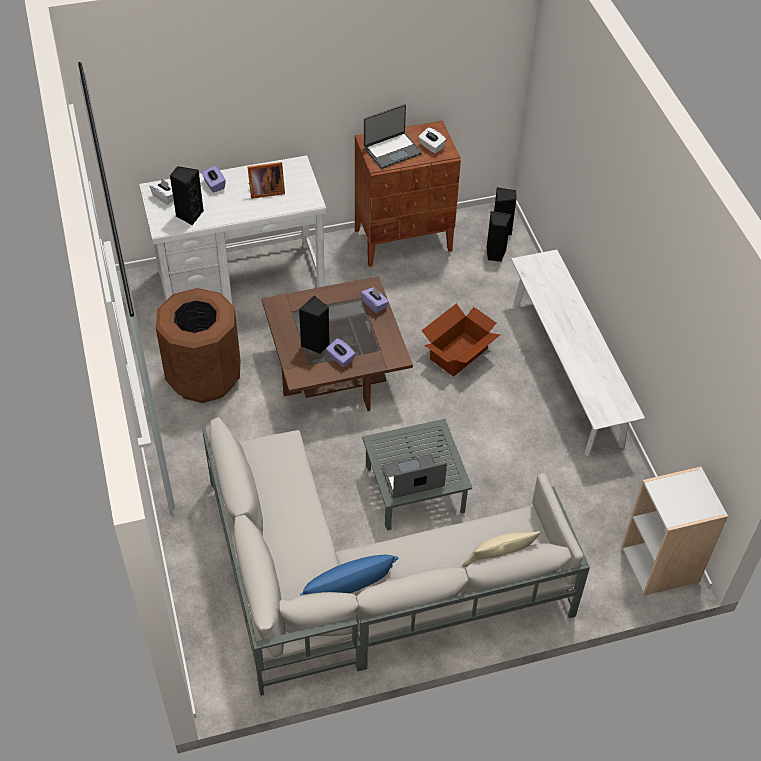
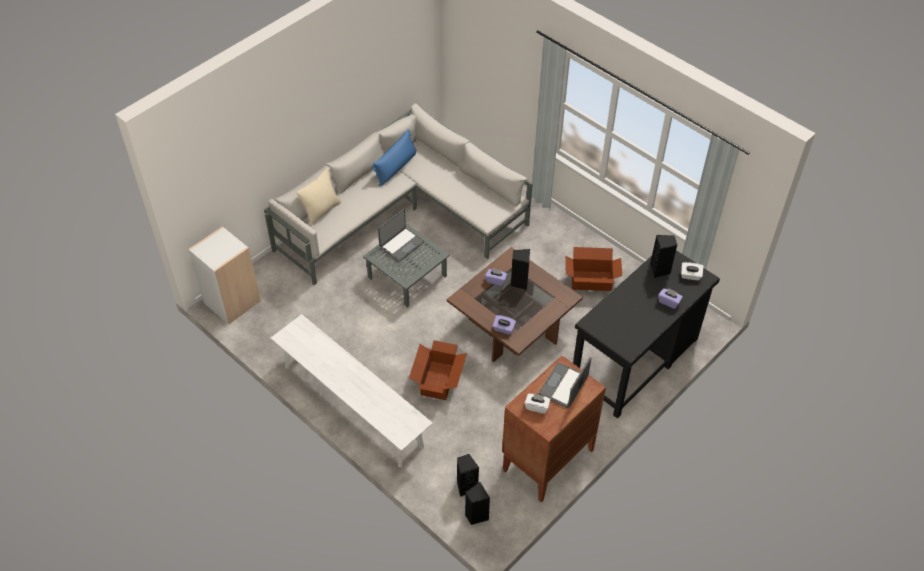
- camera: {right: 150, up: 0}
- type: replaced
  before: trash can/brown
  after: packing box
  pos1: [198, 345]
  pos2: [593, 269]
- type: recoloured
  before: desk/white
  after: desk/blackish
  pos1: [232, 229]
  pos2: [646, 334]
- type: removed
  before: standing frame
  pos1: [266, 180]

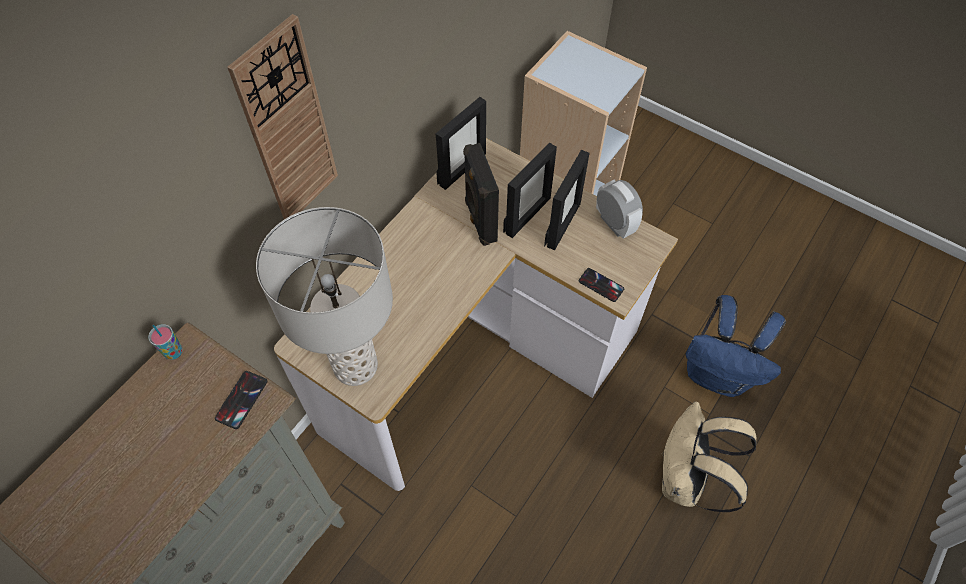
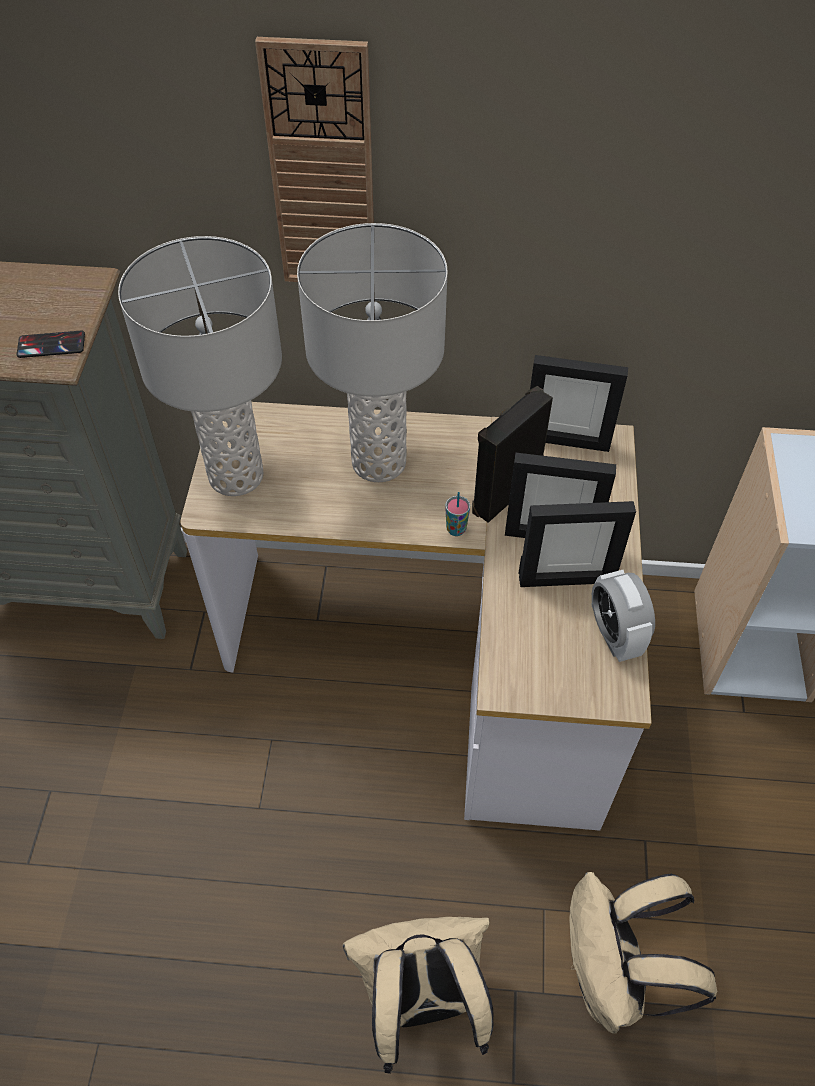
- camera: {right: 60, up: -5}
- type: added
  after: table lamp/white
  pos2: [372, 352]
- type: moved
  before: drinking cup
  pos1: [165, 341]
  pos2: [457, 514]
- type: recoloured
  before: backpack/blue
  after: backpack/beige-coloured
  pos1: [735, 346]
  pos2: [643, 953]
- type: turned
  before: alarm clock
  pos1: [619, 209]
  pos2: [623, 616]
  turn: 135
- type: removed
  before: handset
  pos1: [601, 285]

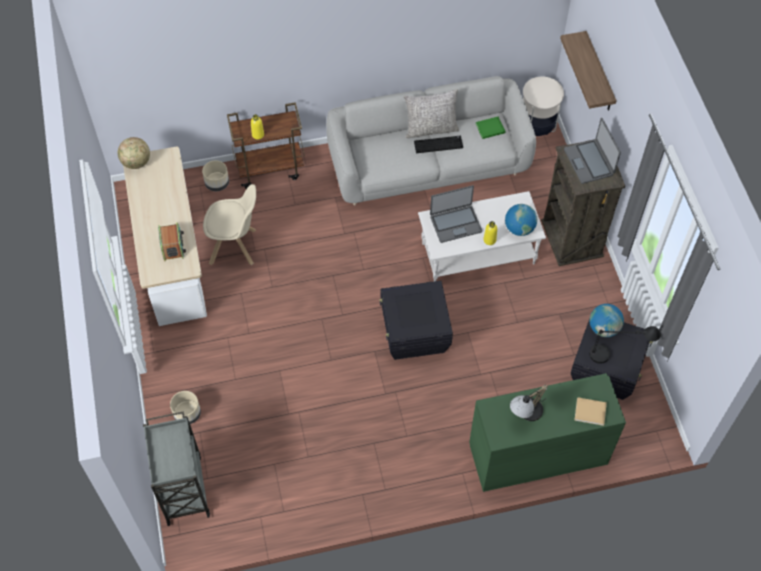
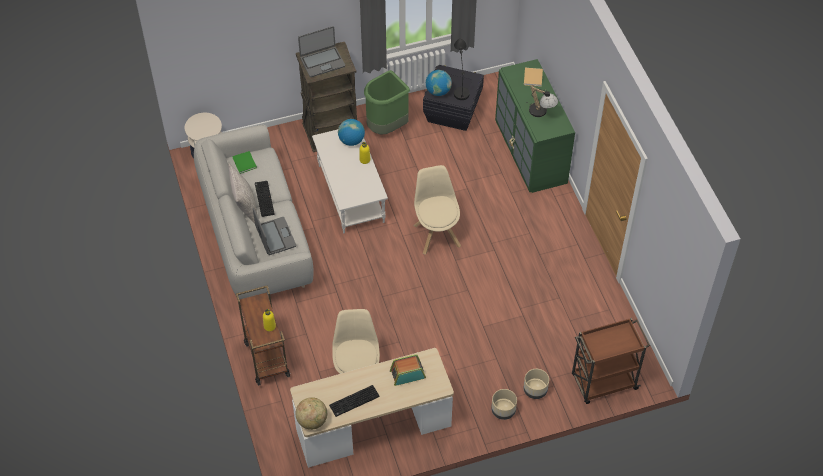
- camera: {right: -95, up: -5}
- type: moved
  before: portable computer
  pos1: [456, 214]
  pos2: [274, 231]
- type: added
  after: computer keyboard
  pos2: [354, 401]
- type: added
  after: trash can/green
  pos2: [387, 102]
- type: replaced
  before: storage box/blackish
  after: plain chair/beige-coloured
  pos1: [416, 320]
  pos2: [437, 210]
- type: moved
  before: plant pot/beige-coloured
  pos1: [215, 176]
  pos2: [504, 404]
- type: recoloured
  before: wheeled cart/grey
  after: wheeled cart/brown
  pos1: [176, 468]
  pos2: [611, 361]
- type: removed
  before: bracket shelf
  pos1: [588, 70]

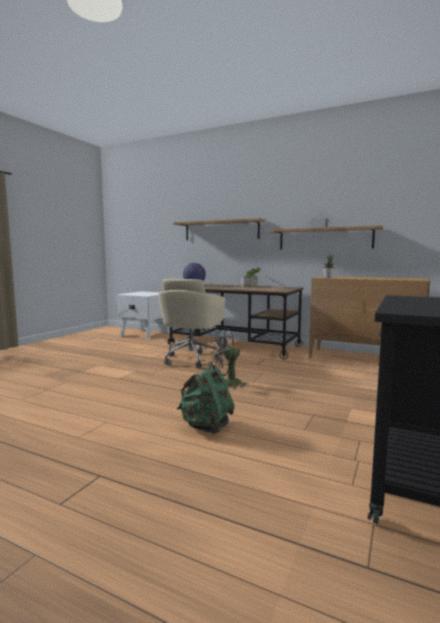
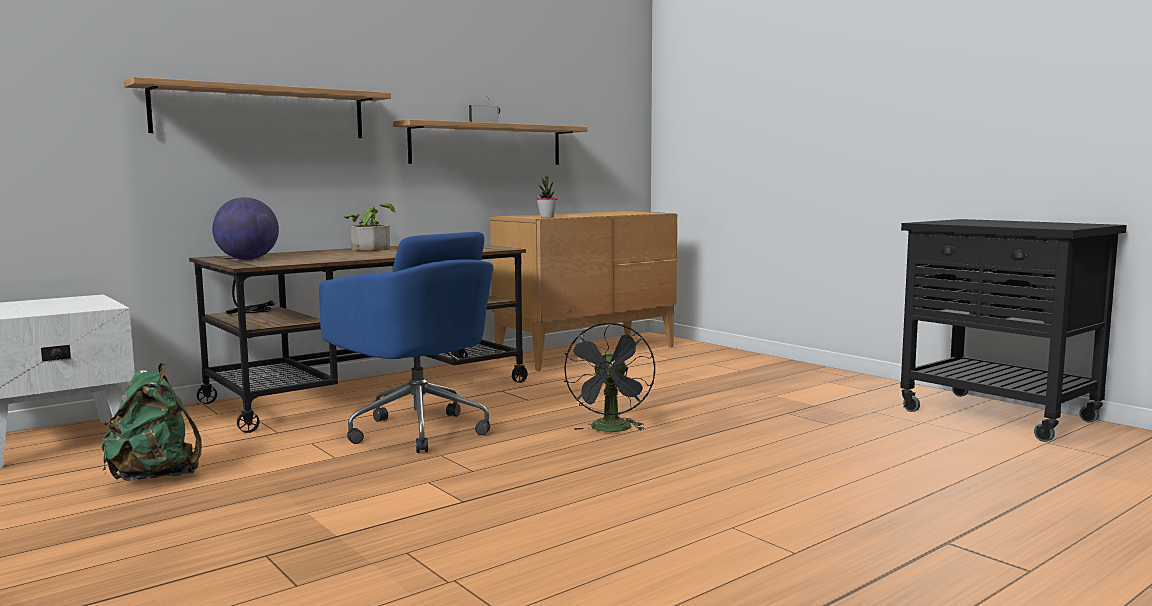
- camera: {right: -65, up: 0}
- type: moved
  before: backpack/green
  pos1: [206, 399]
  pos2: [152, 422]
- type: recoloured
  before: office chair/beige-coloured
  after: office chair/blue
  pos1: [191, 323]
  pos2: [406, 342]

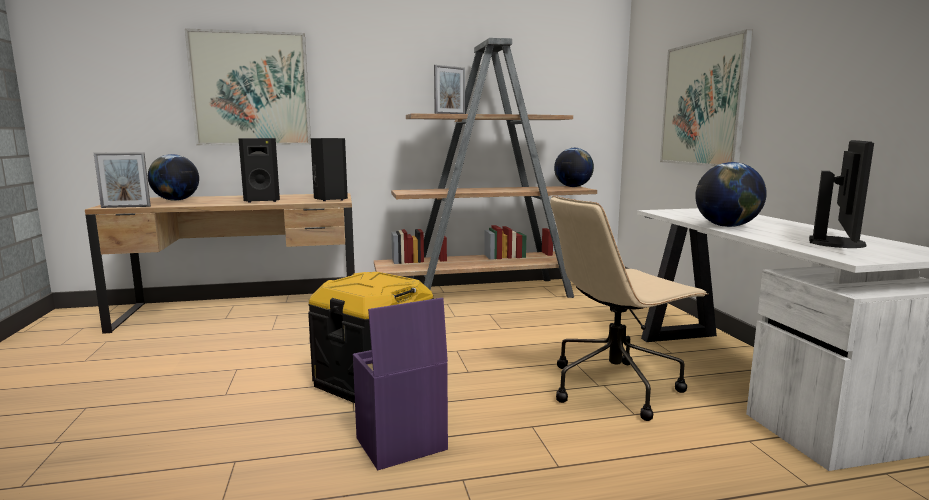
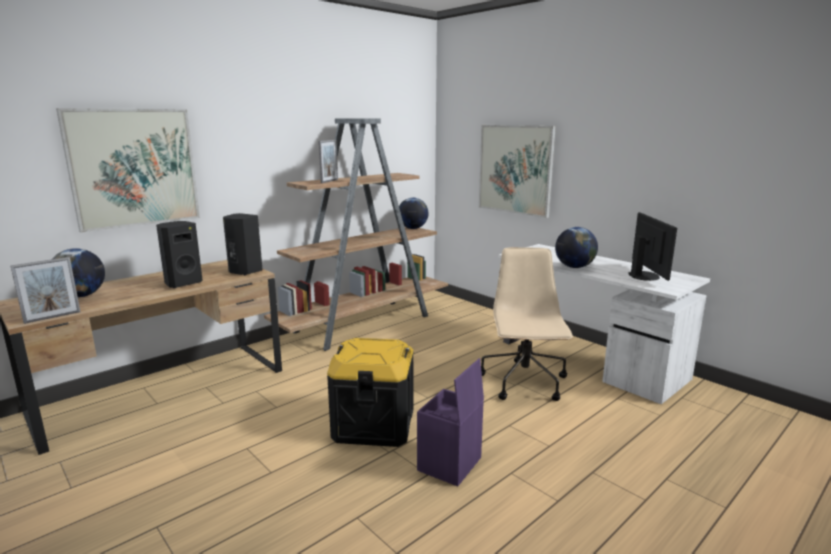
- camera: {right: -30, up: 5}
- type: turned
  before: office chair/beige-coloured
  pos1: [629, 308]
  pos2: [527, 324]
  turn: 150

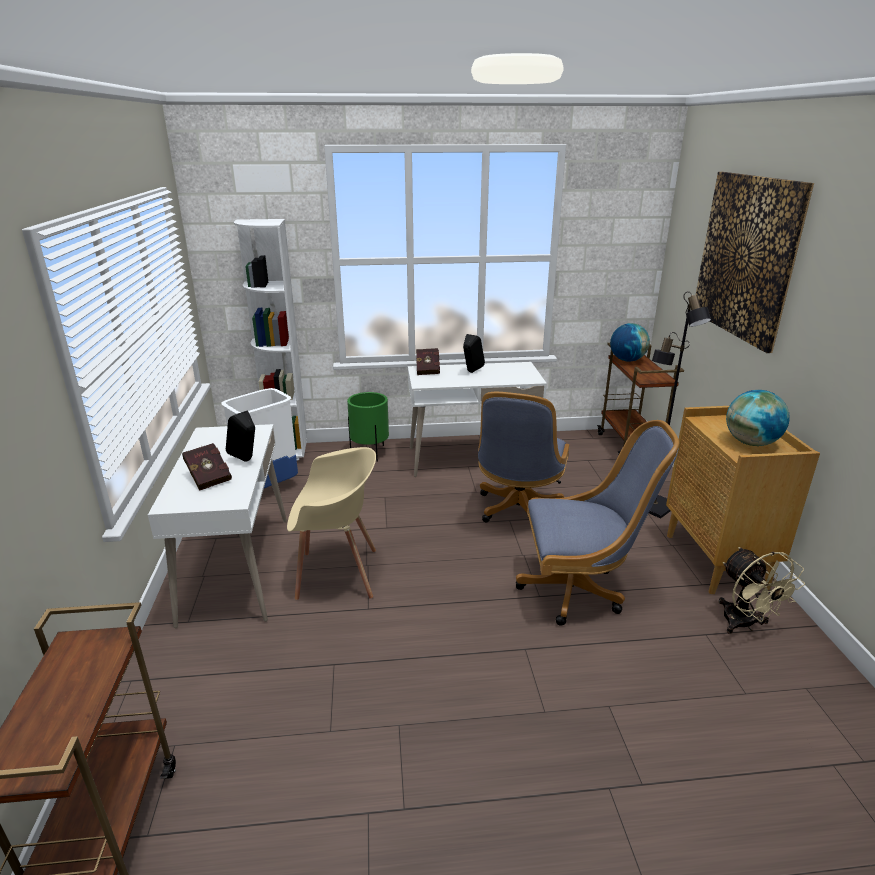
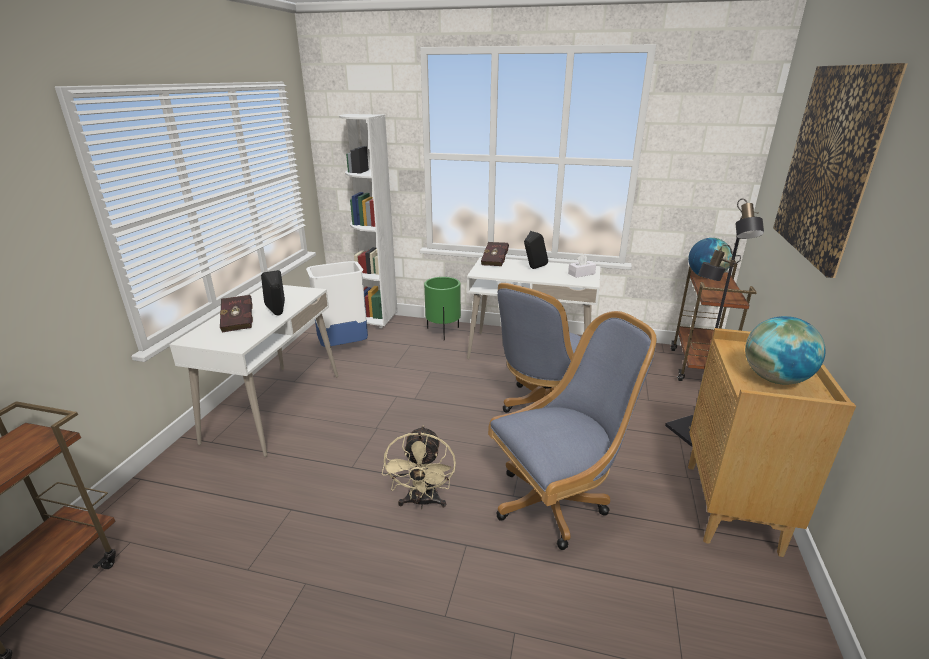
- camera: {right: 20, up: 0}
- type: moved
  before: fan/beige-coloured
  pos1: [762, 590]
  pos2: [419, 467]
- type: turned
  before: office chair/blue
  pos1: [597, 523]
  pos2: [572, 430]
  turn: -45
- type: added
  after: box of tissues/white
  pos2: [582, 266]
- type: removed
  before: plain chair/beige-coloured
  pos1: [331, 523]

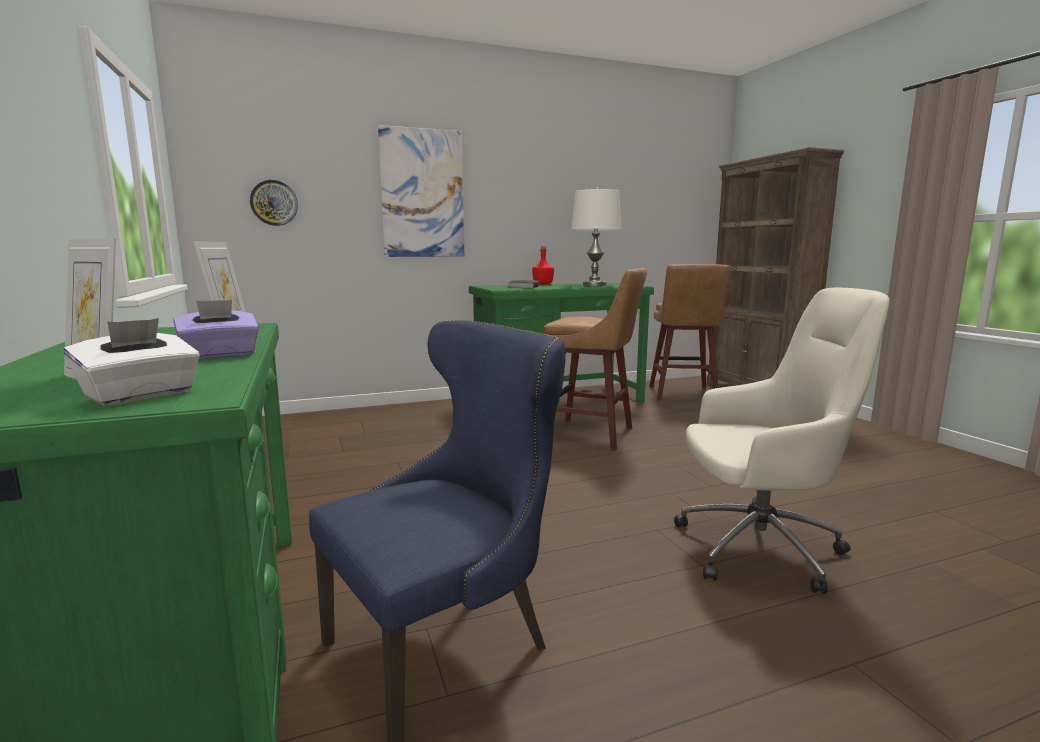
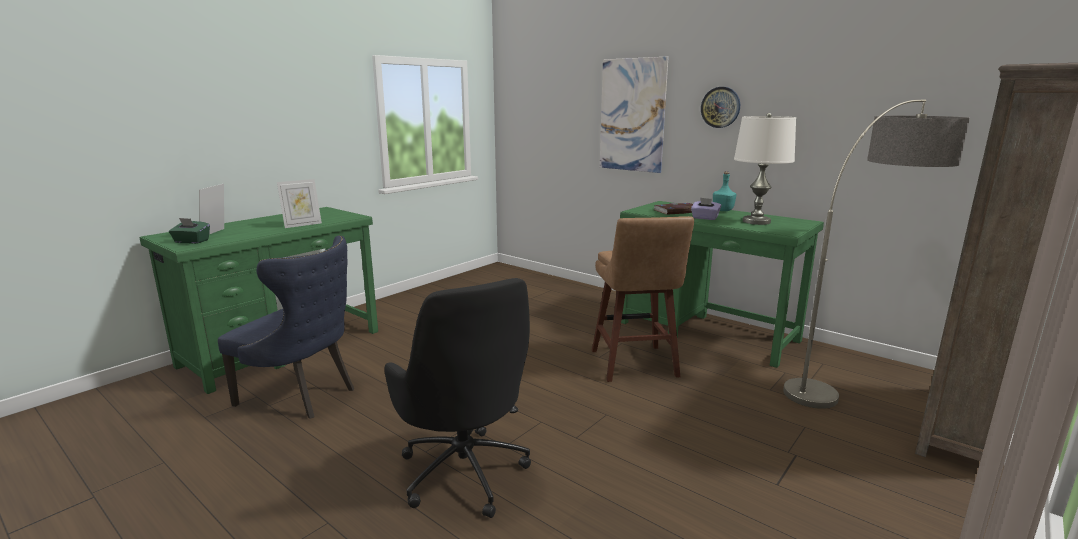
- camera: {right: 60, up: 5}
- type: recoloured
  before: box of tissues/white
  after: box of tissues/green
  pos1: [132, 362]
  pos2: [189, 231]
- type: recoloured
  before: office chair/beige-coloured
  after: office chair/blackish
  pos1: [781, 441]
  pos2: [457, 398]
- type: moved
  before: box of tissues/purple
  pos1: [216, 330]
  pos2: [706, 209]
- type: moved
  before: wall clock
  pos1: [274, 203]
  pos2: [720, 107]
- type: recoloured
  before: drink bottle/red-coloured
  after: drink bottle/turquoise
  pos1: [543, 265]
  pos2: [724, 191]
- type: replaced
  before: sitting stool/brown
  after: standing lamp
  pos1: [689, 332]
  pos2: [876, 254]

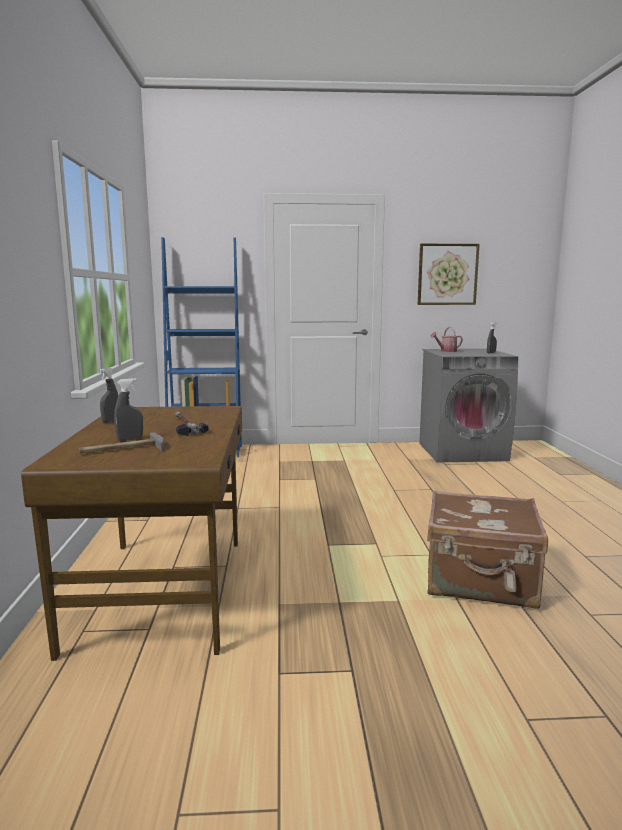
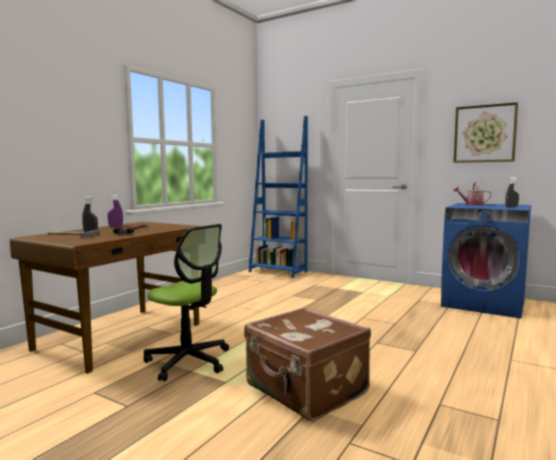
- camera: {right: 35, up: -5}
- type: recoloured
  before: spray bottle/grey
  after: spray bottle/purple
  pos1: [109, 395]
  pos2: [115, 210]
- type: added
  after: office chair
  pos2: [186, 302]
- type: recoloured
  before: laundry machine/grey
  after: laundry machine/blue
  pos1: [468, 405]
  pos2: [486, 261]

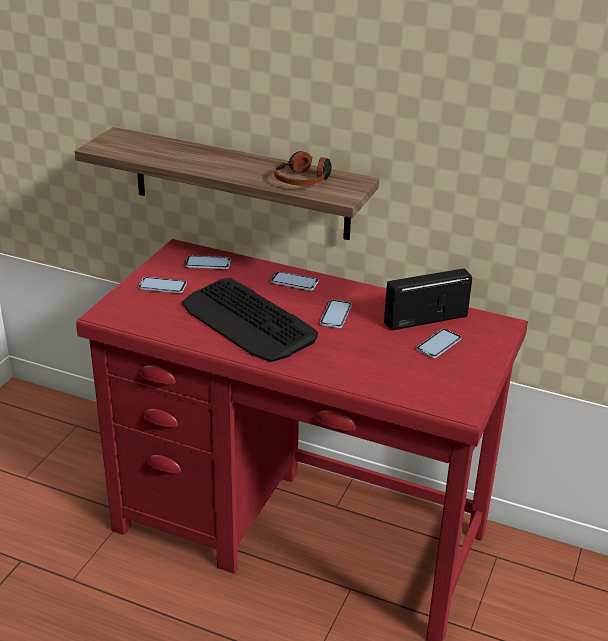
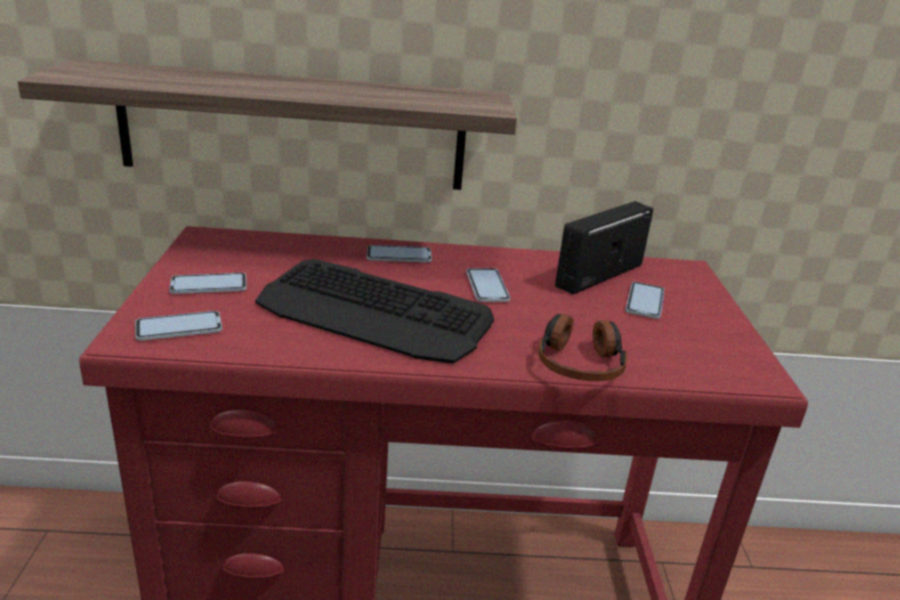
- camera: {right: -25, up: -5}
- type: moved
  before: handset
  pos1: [208, 262]
  pos2: [178, 326]
- type: moved
  before: headphones
  pos1: [303, 168]
  pos2: [583, 347]

